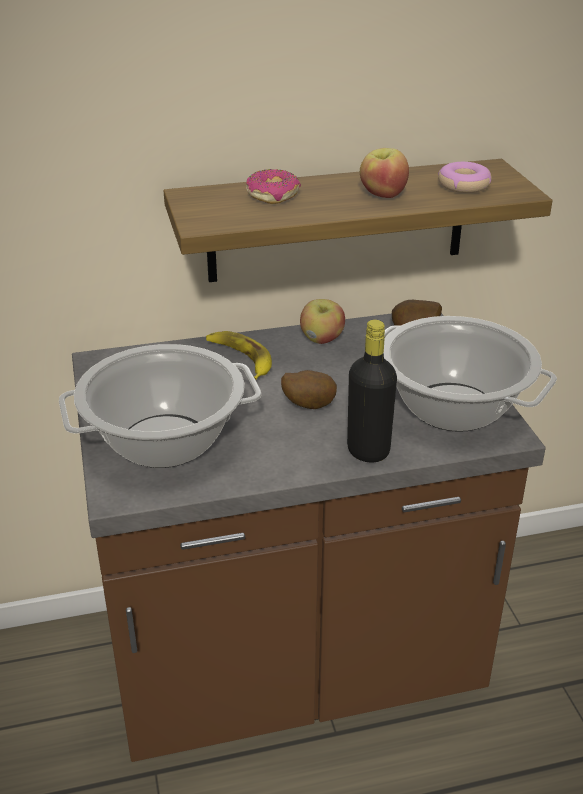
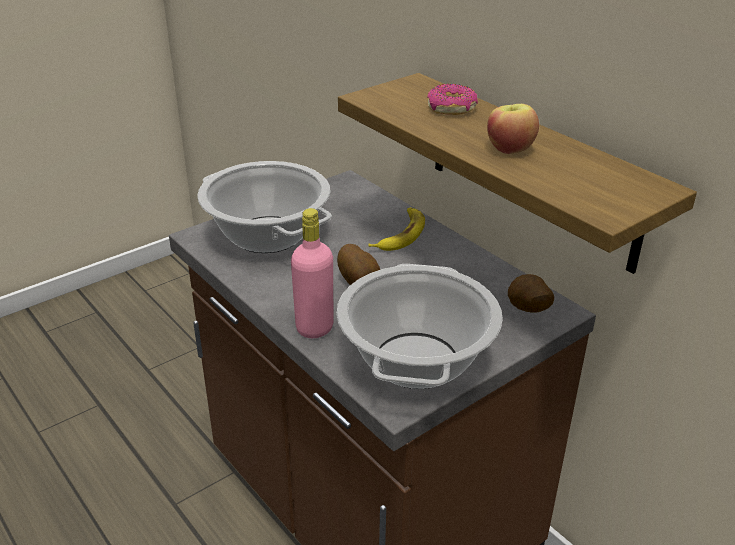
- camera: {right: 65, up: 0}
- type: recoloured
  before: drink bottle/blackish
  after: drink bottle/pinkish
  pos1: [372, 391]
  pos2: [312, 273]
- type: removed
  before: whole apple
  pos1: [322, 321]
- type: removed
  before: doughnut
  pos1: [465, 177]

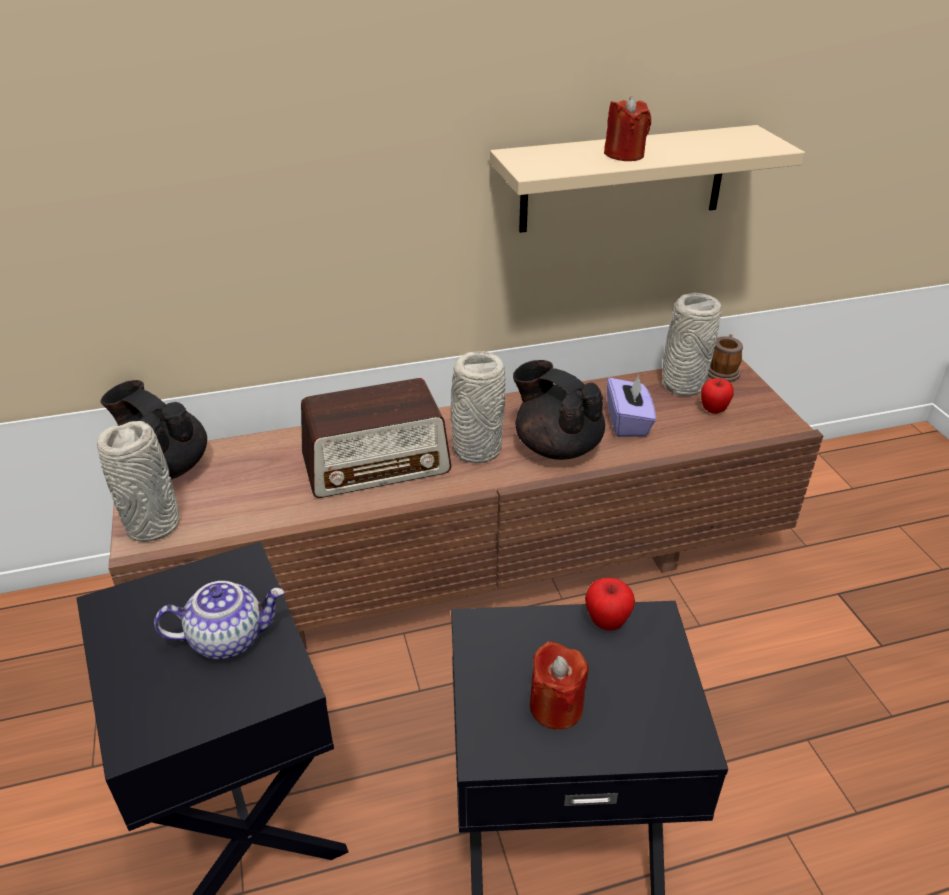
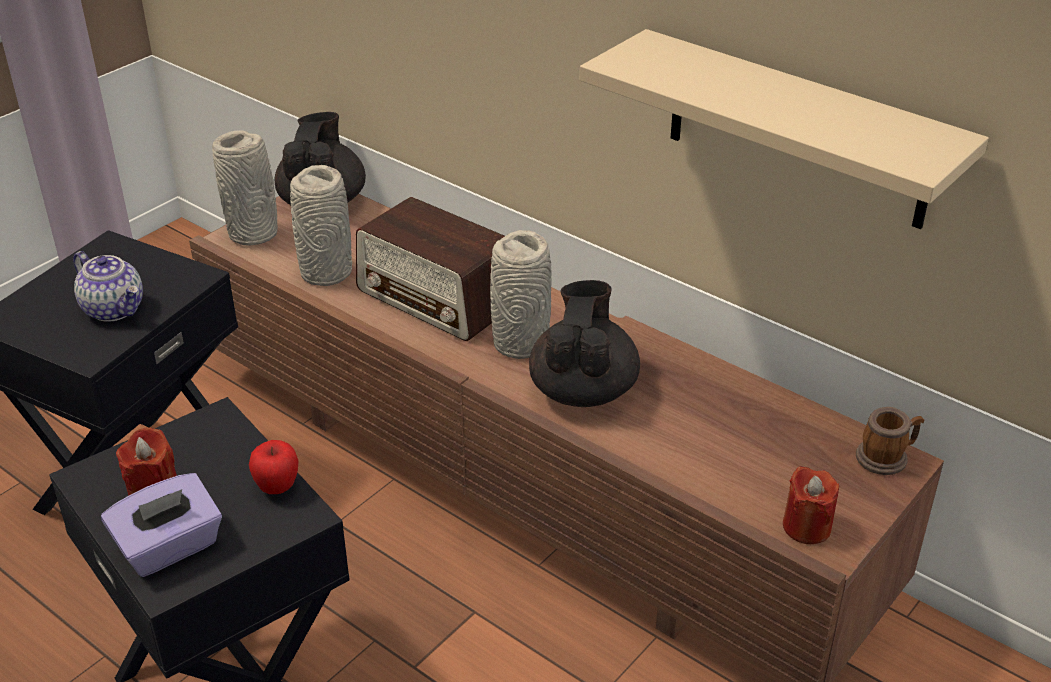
- camera: {right: 55, up: 0}
- type: moved
  before: box of tissues/purple
  pos1: [631, 406]
  pos2: [161, 525]
- type: moved
  before: vase/grey
  pos1: [692, 344]
  pos2: [321, 225]
- type: moved
  before: wax candle/red-coloured
  pos1: [627, 128]
  pos2: [811, 505]
- type: removed
  before: whole apple
  pos1: [717, 396]

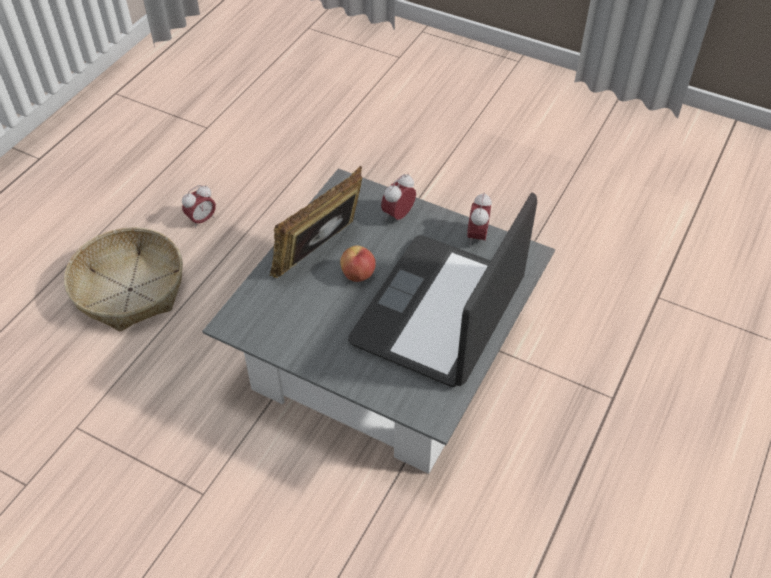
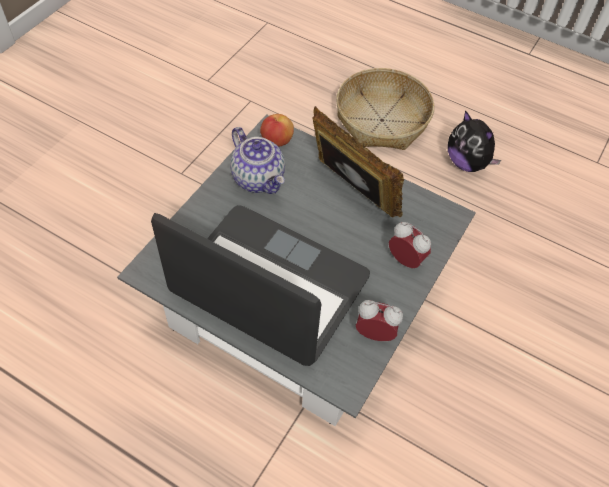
- camera: {right: 90, up: 5}
- type: added
  after: teapot
  pos2: [257, 160]
- type: moved
  before: whole apple
  pos1: [358, 263]
  pos2: [277, 130]
- type: replaced
  before: alarm clock
  after: cuddly toy
  pos1: [199, 206]
  pos2: [474, 141]

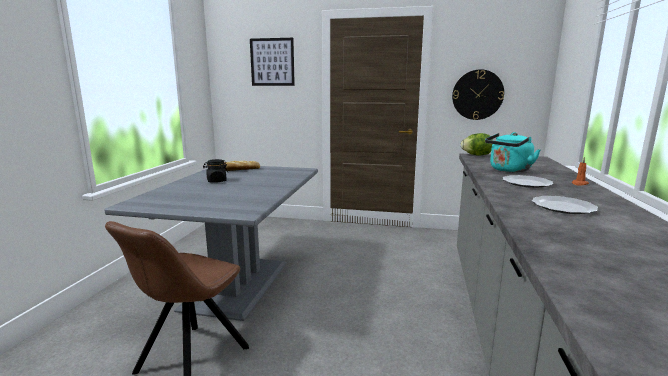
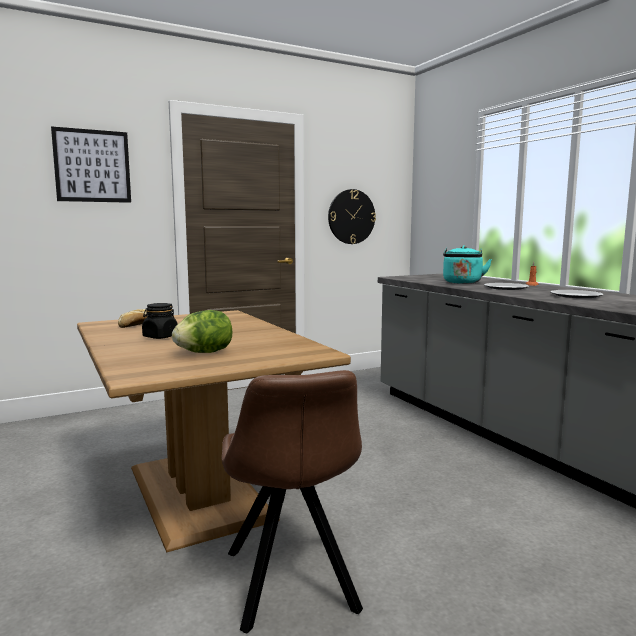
- camera: {right: -40, up: -5}
- type: recoloured
  before: dining table/grey
  after: dining table/brown
  pos1: [211, 243]
  pos2: [214, 431]
- type: moved
  before: lettuce head
  pos1: [477, 144]
  pos2: [202, 331]

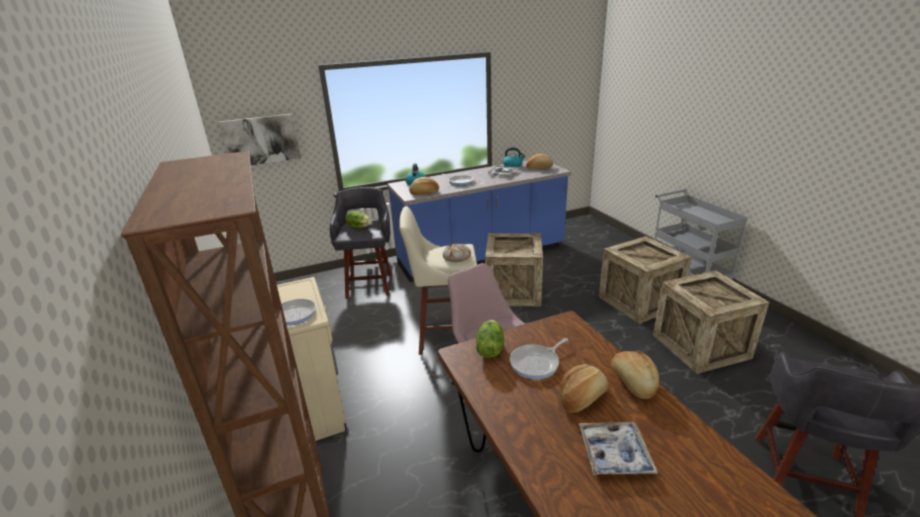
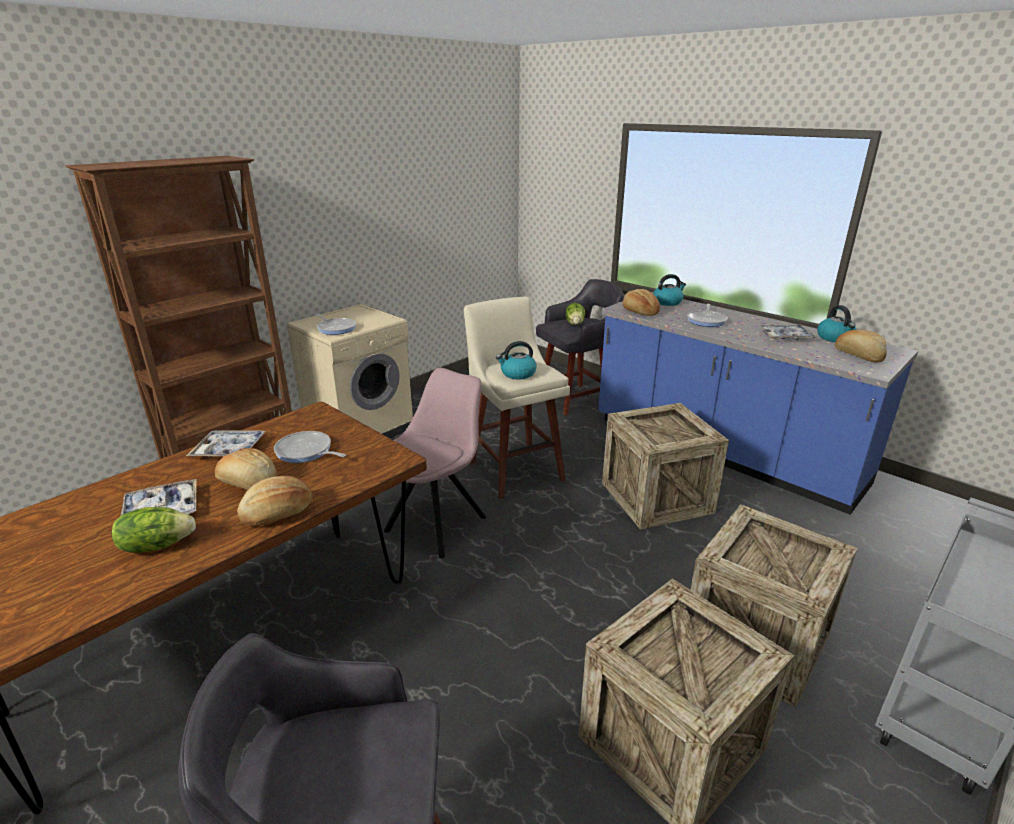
- camera: {right: 65, up: 0}
- type: moved
  before: lettuce head
  pos1: [490, 339]
  pos2: [153, 530]
- type: added
  after: carrying tray
  pos2: [226, 443]
- type: replaced
  before: baked bread
  after: water kettle
  pos1: [457, 253]
  pos2: [516, 360]
- type: removed
  before: picture
  pos1: [260, 139]

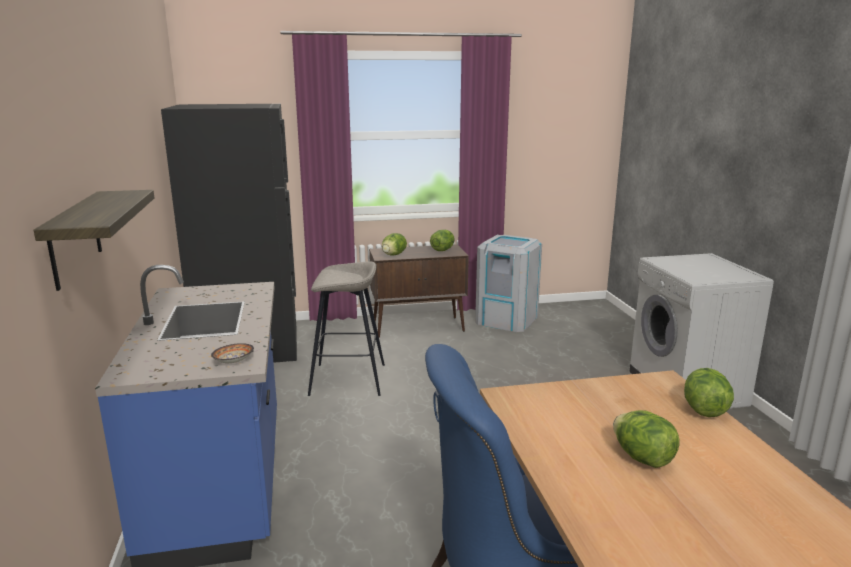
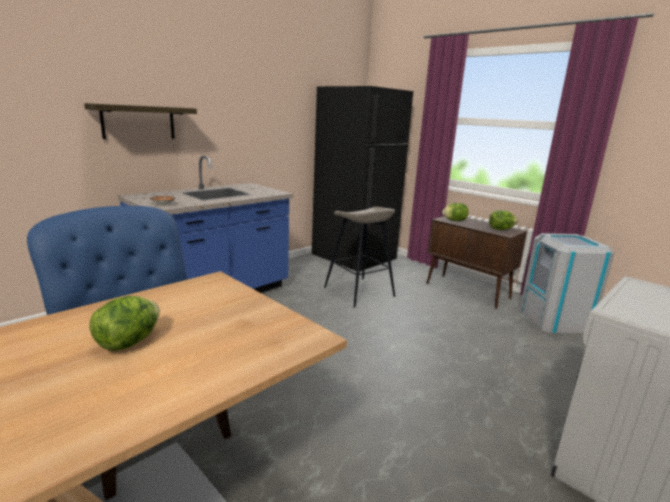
- camera: {right: 55, up: 0}
- type: removed
  before: lettuce head
  pos1: [709, 392]

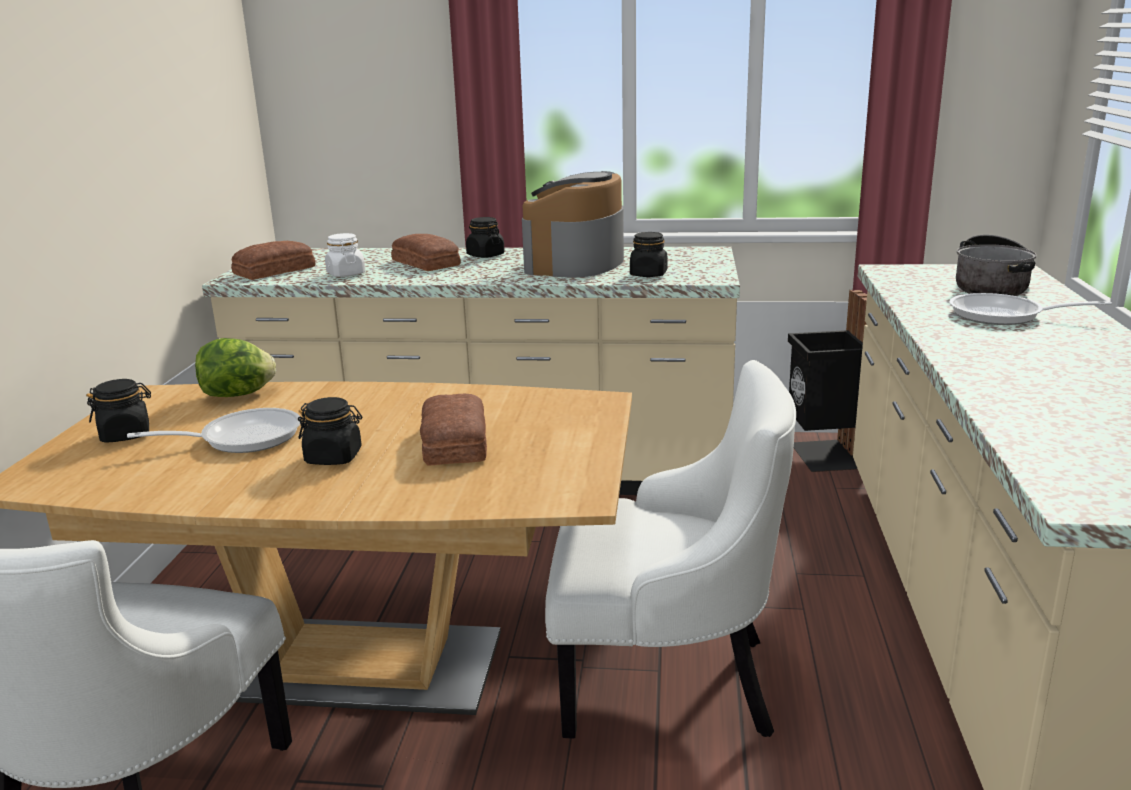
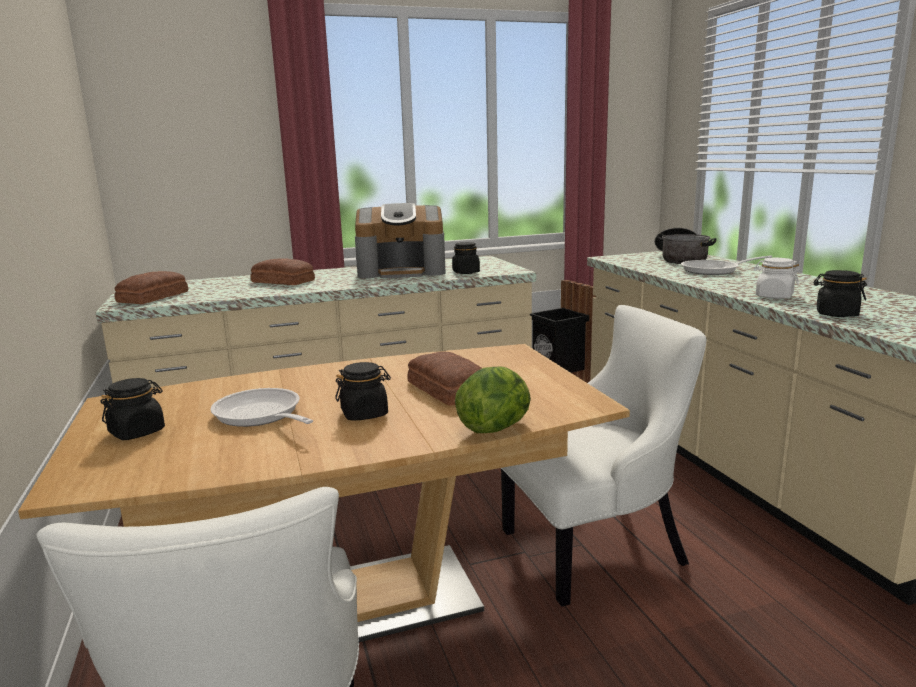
- camera: {right: -25, up: -5}
- type: turned
  before: frying pan
  pos1: [213, 430]
  pos2: [261, 407]
  turn: -90
- type: turned
  before: coffee brewer
  pos1: [573, 224]
  pos2: [400, 240]
  turn: -90
- type: moved
  before: lettuce head
  pos1: [235, 367]
  pos2: [493, 400]
- type: moved
  before: storage jar/white
  pos1: [345, 255]
  pos2: [776, 278]
- type: moved
  before: storage jar/blackish
  pos1: [485, 237]
  pos2: [840, 293]

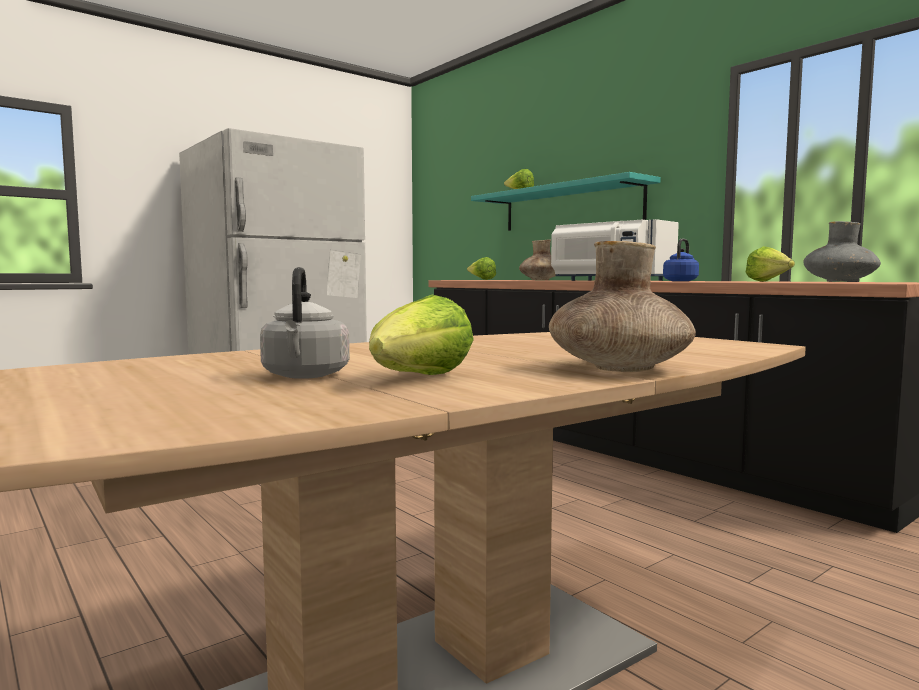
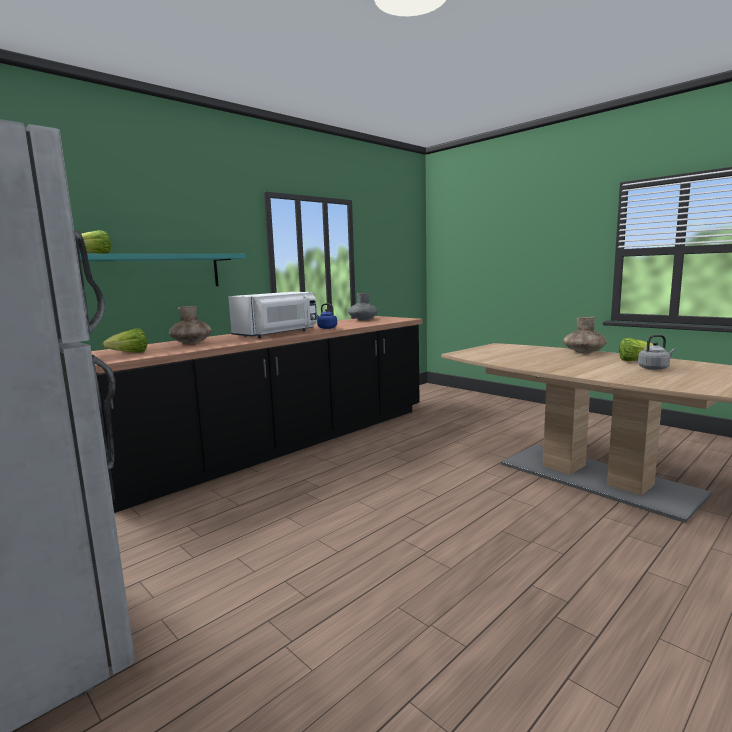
- camera: {right: -95, up: 5}
- type: removed
  before: lettuce head
  pos1: [770, 264]

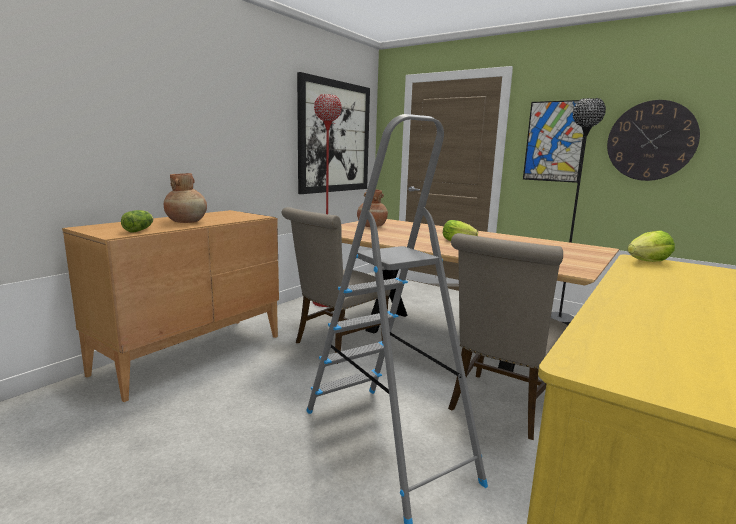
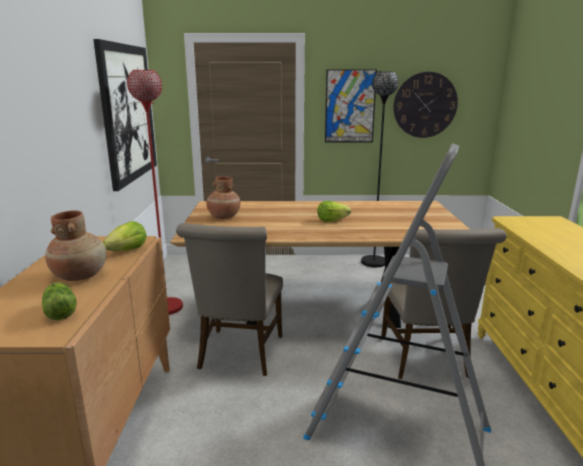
- camera: {right: -35, up: 5}
- type: moved
  before: lettuce head
  pos1: [651, 246]
  pos2: [124, 236]

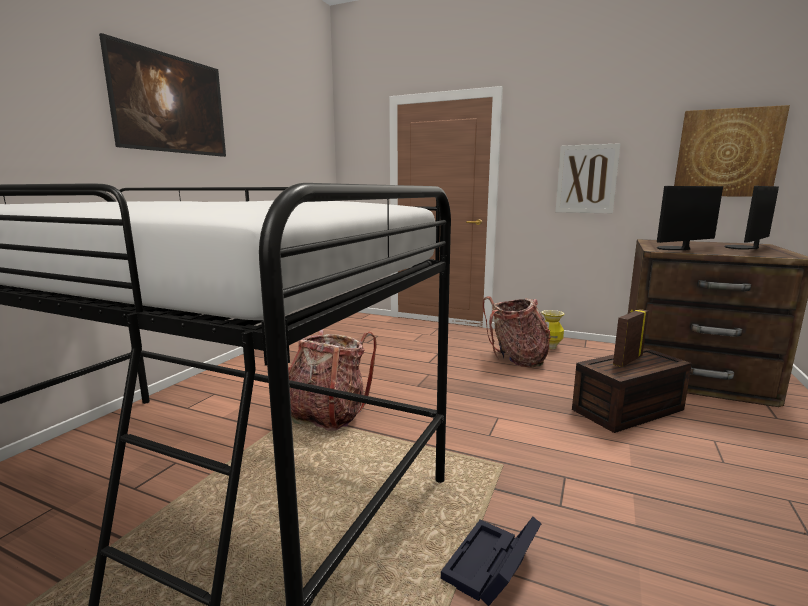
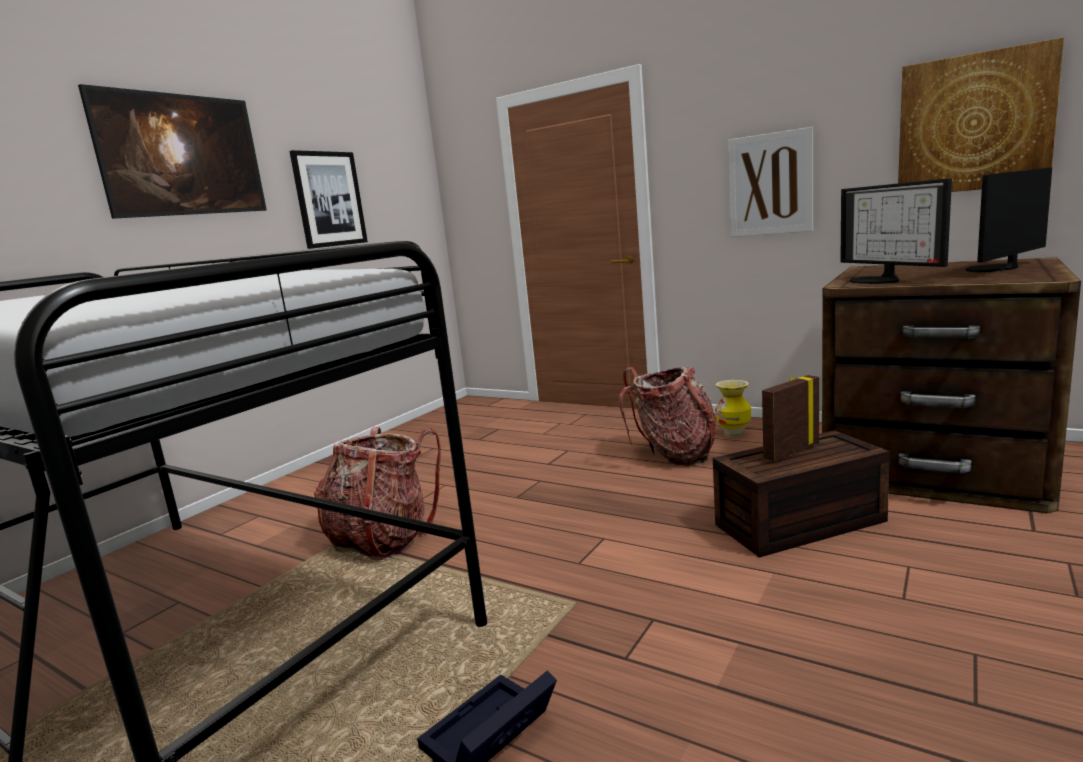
- camera: {right: 10, up: 0}
- type: added
  after: picture
  pos2: [328, 199]
- type: turned
  before: computer screen
  pos1: [690, 218]
  pos2: [896, 231]
  turn: -90

